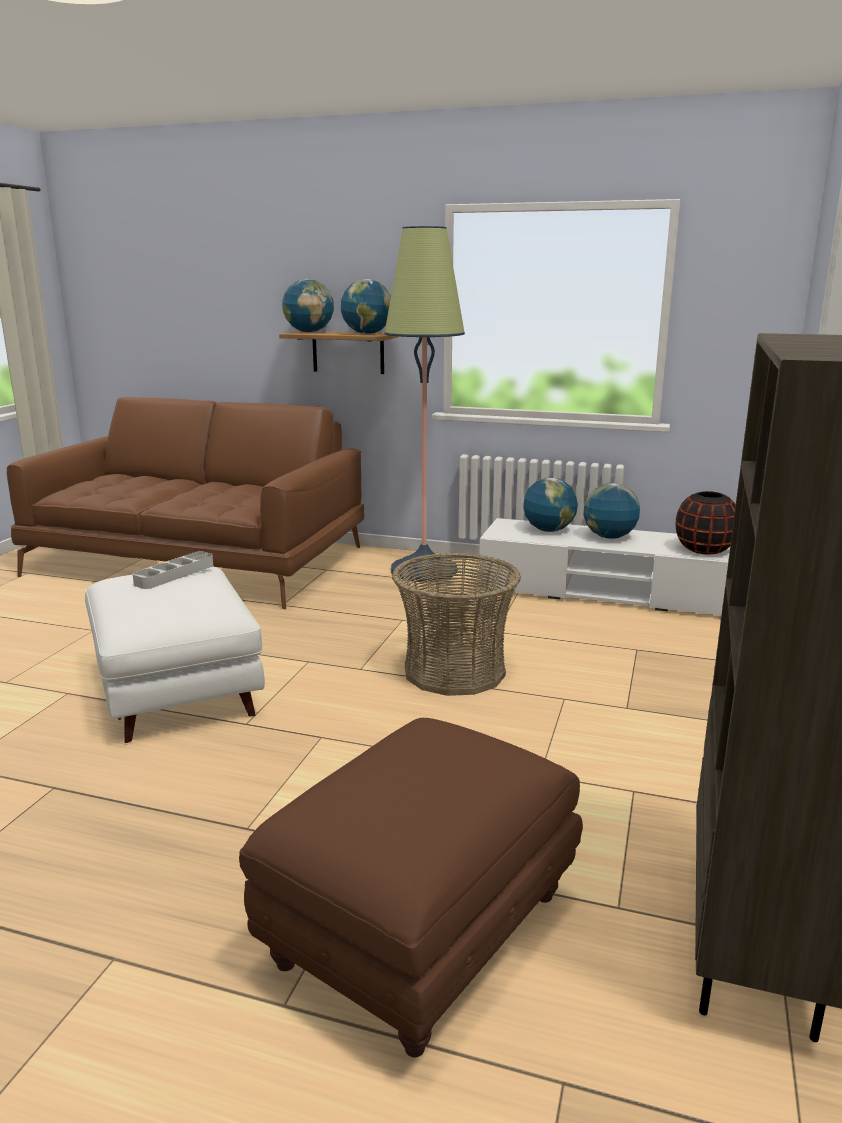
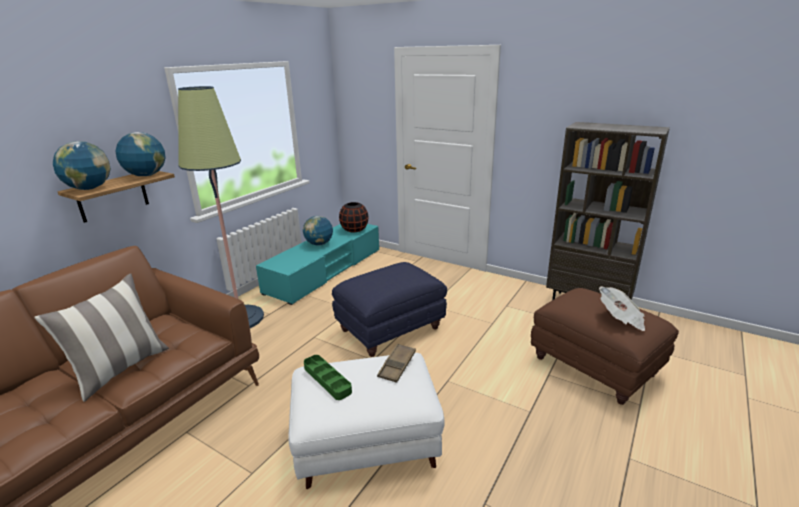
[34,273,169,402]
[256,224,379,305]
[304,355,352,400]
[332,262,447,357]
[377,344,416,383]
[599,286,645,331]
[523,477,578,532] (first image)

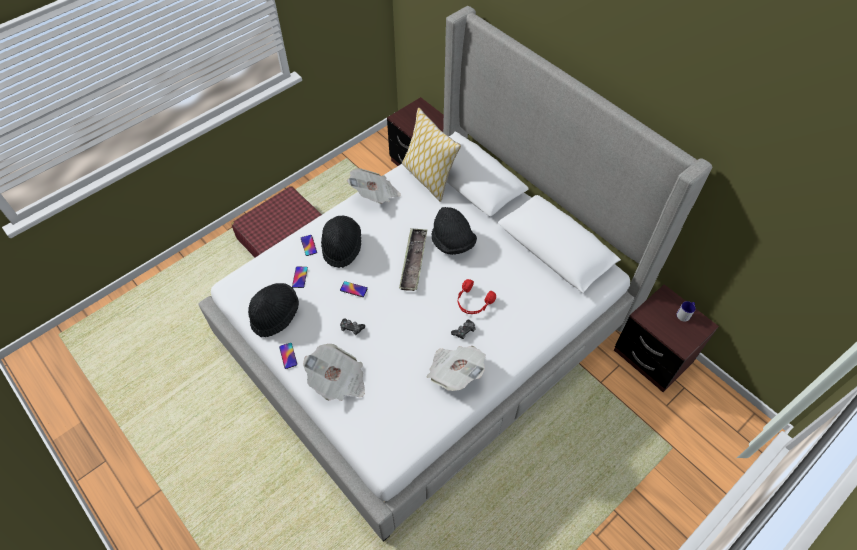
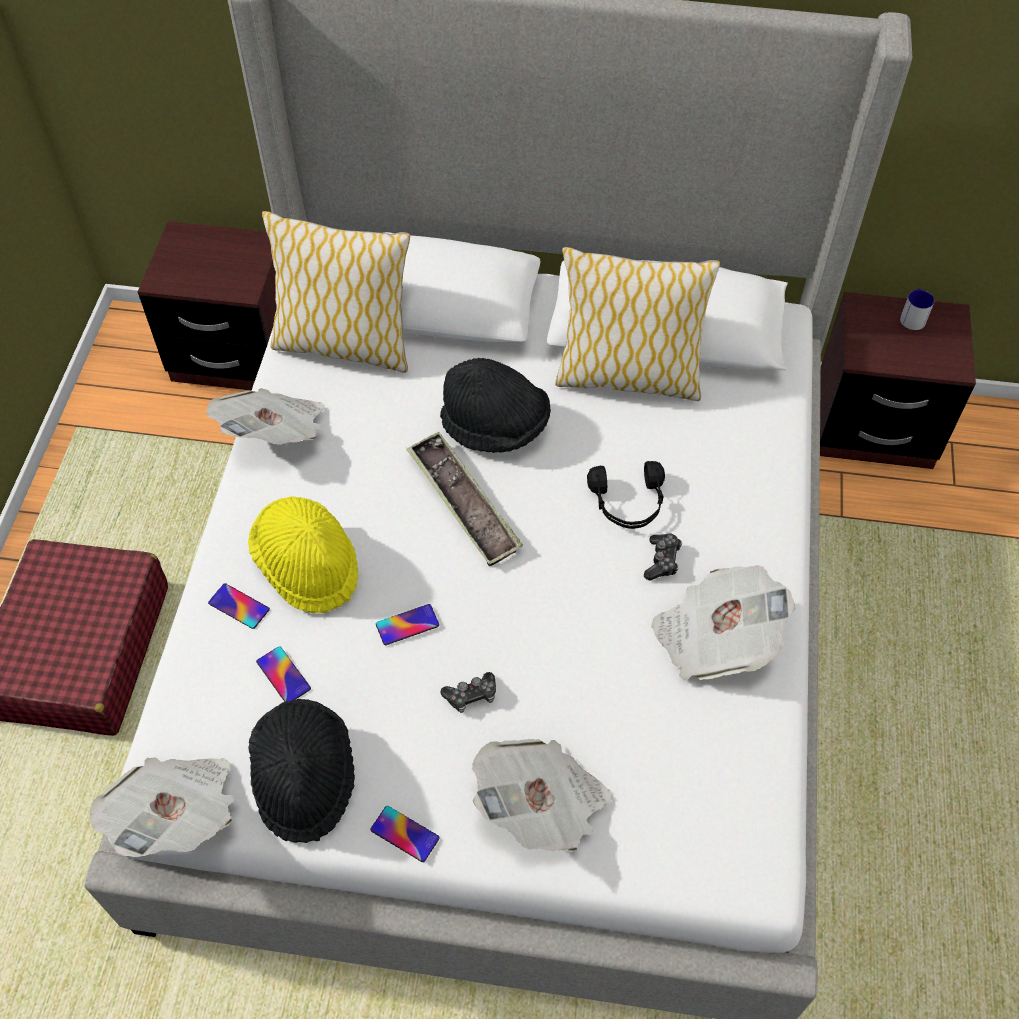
[90,758,235,857]
[248,497,358,613]
[555,247,720,401]
[587,461,665,529]

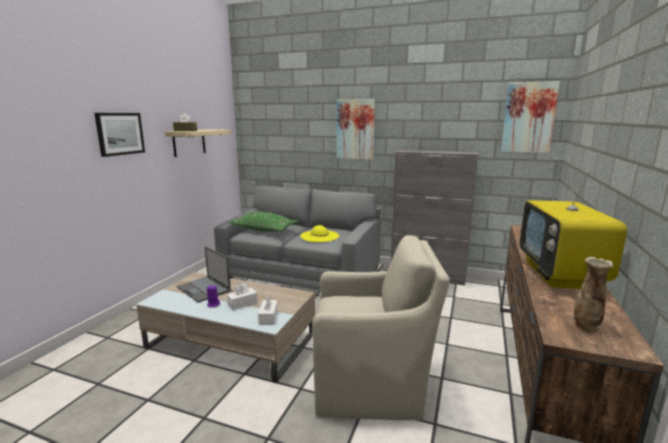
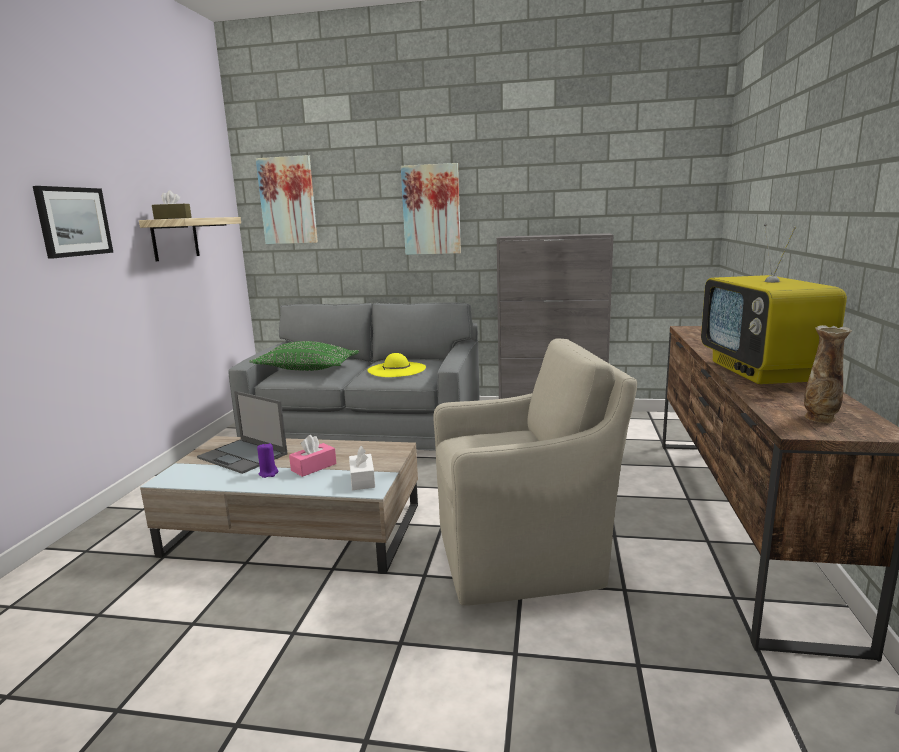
[256,155,318,244]
[289,435,336,477]

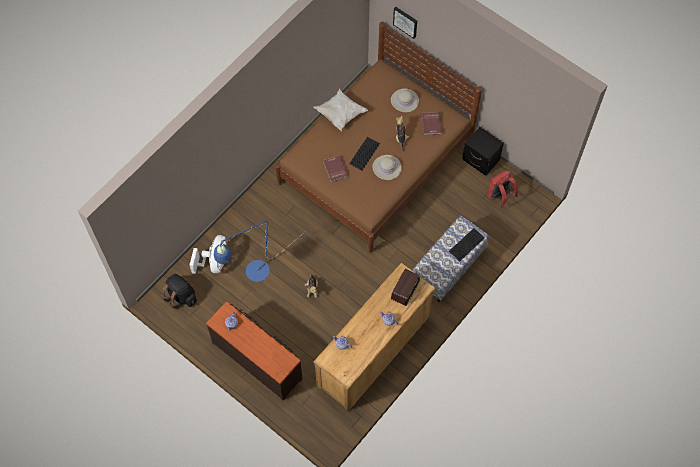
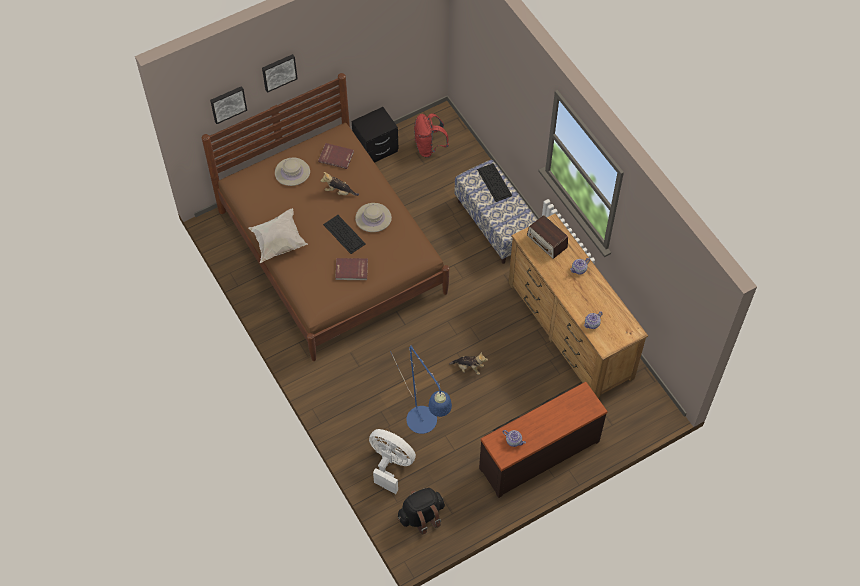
[262,54,298,93]

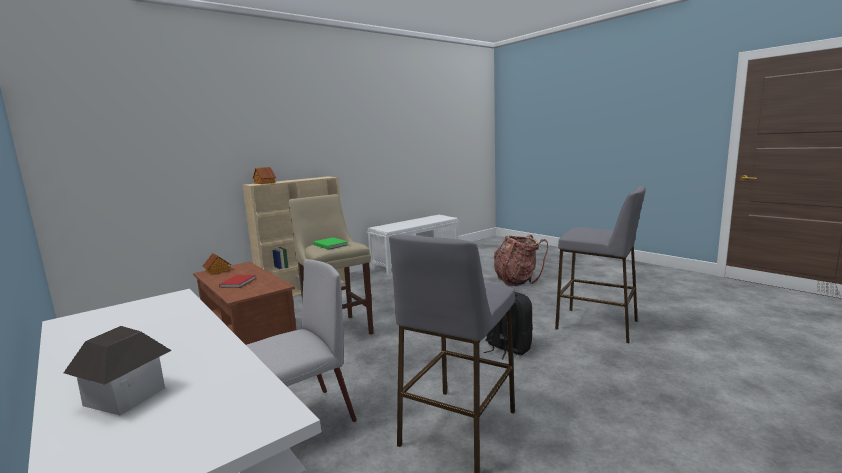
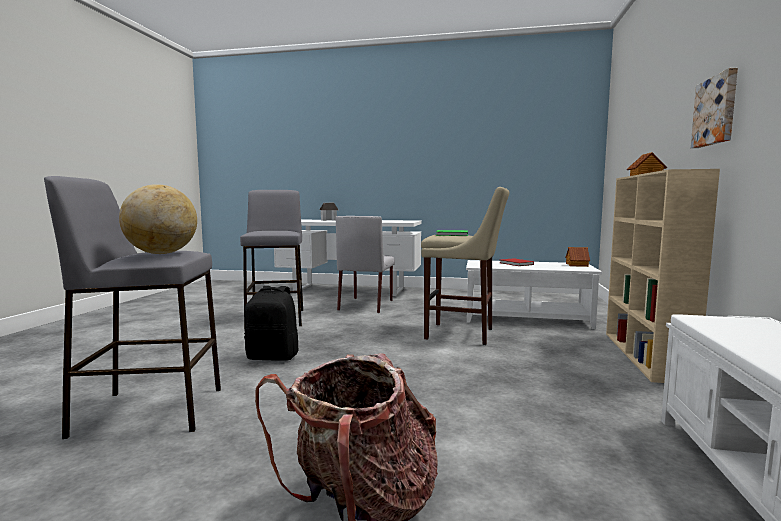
[119,184,197,254]
[466,260,602,329]
[691,68,738,148]

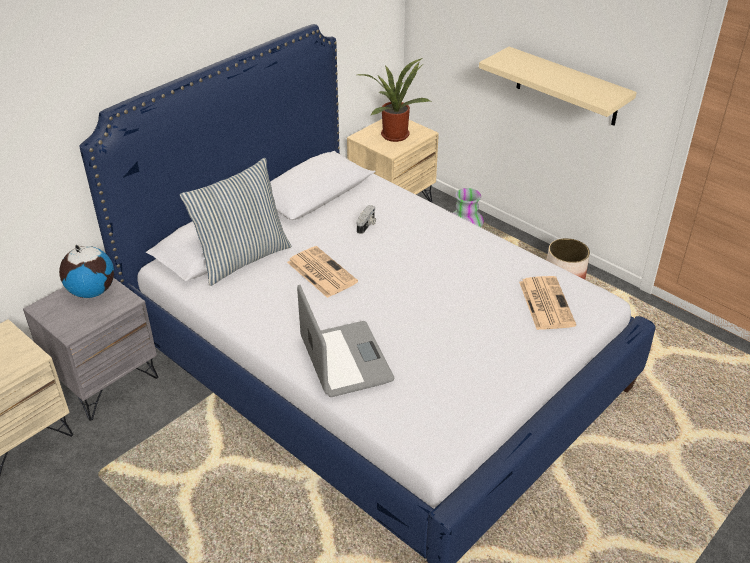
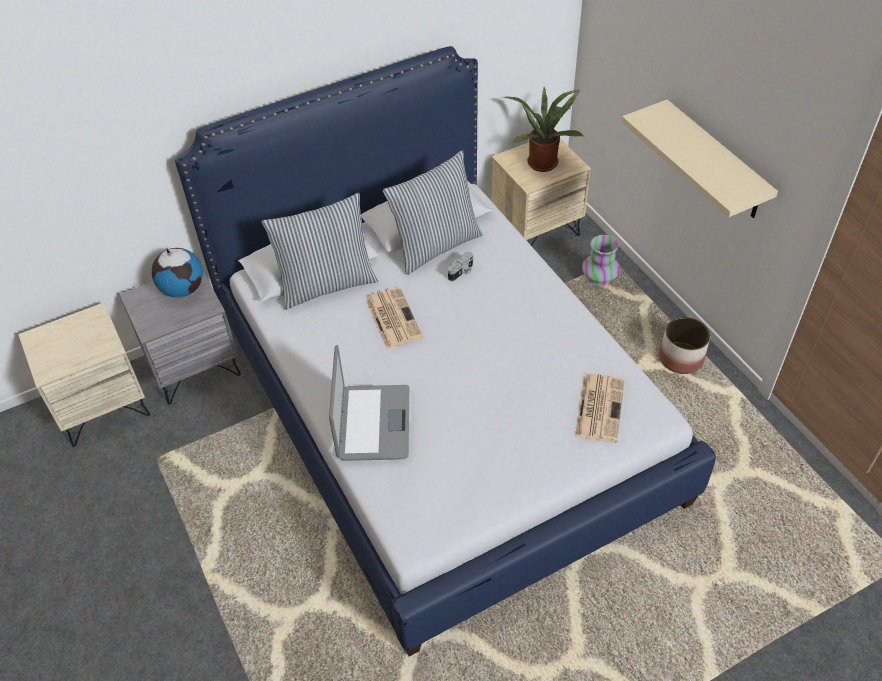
[383,151,483,275]

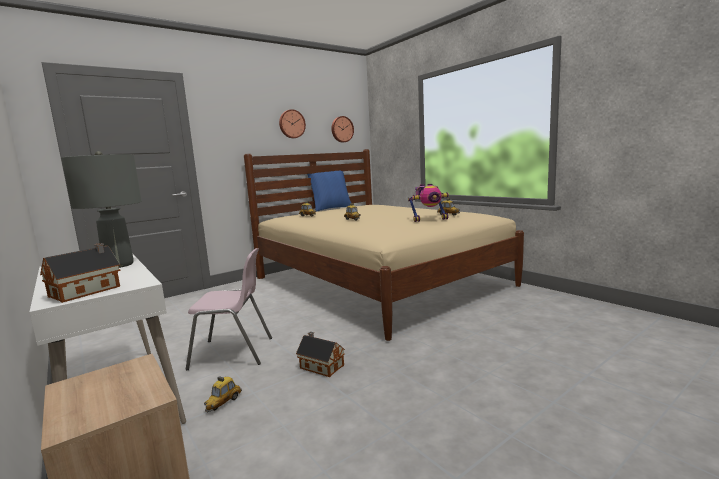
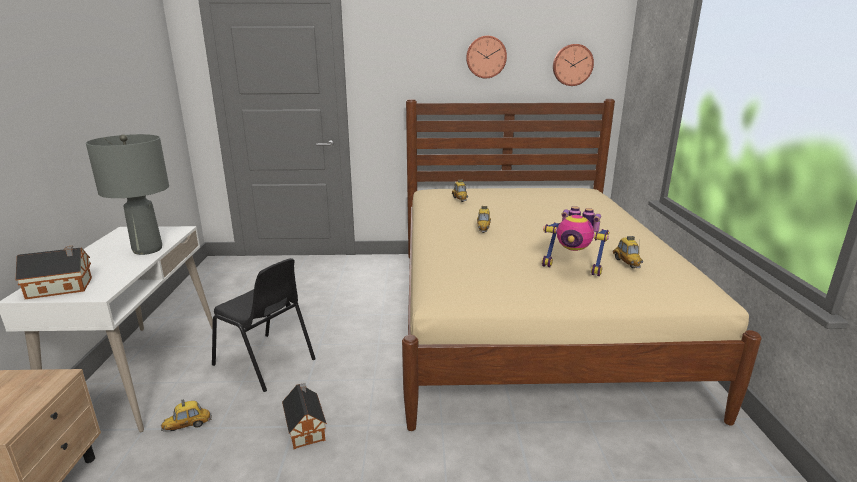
[212,258,316,392]
[307,171,351,211] (first image)

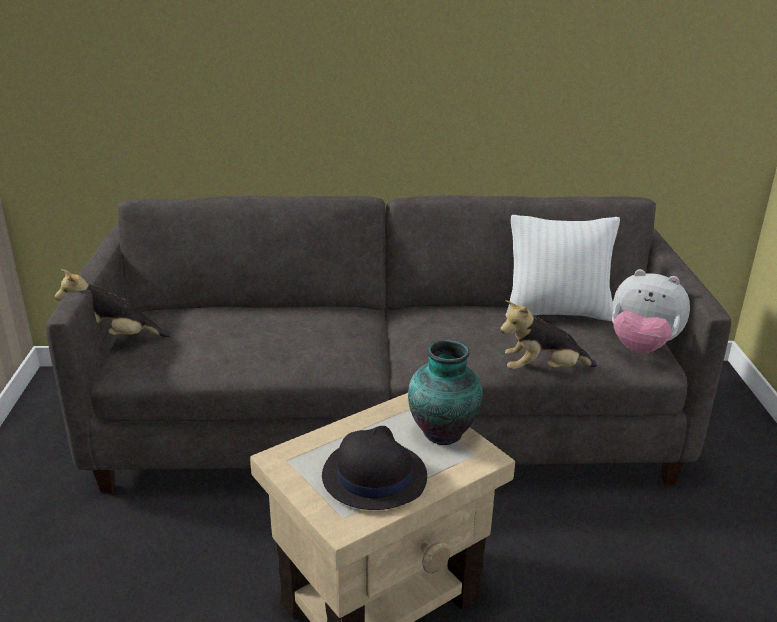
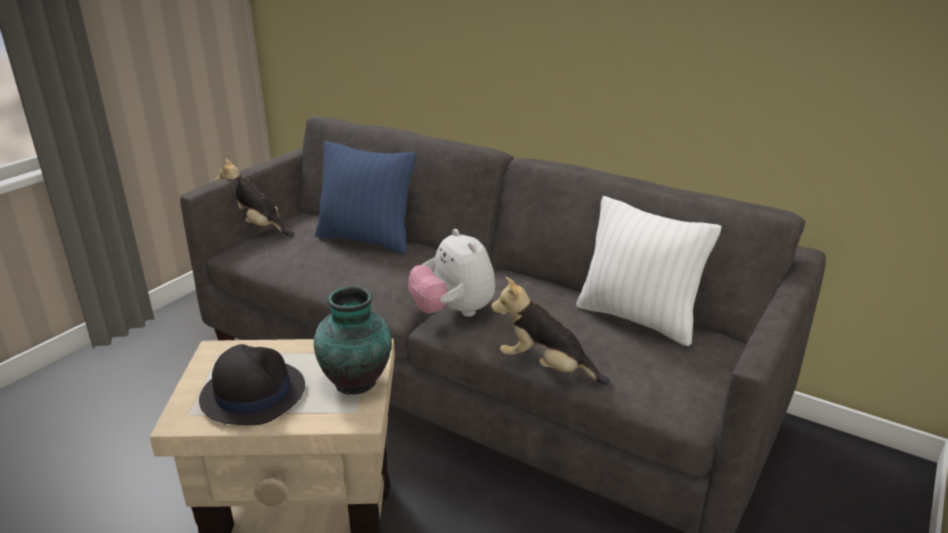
[315,141,416,254]
[408,229,495,317]

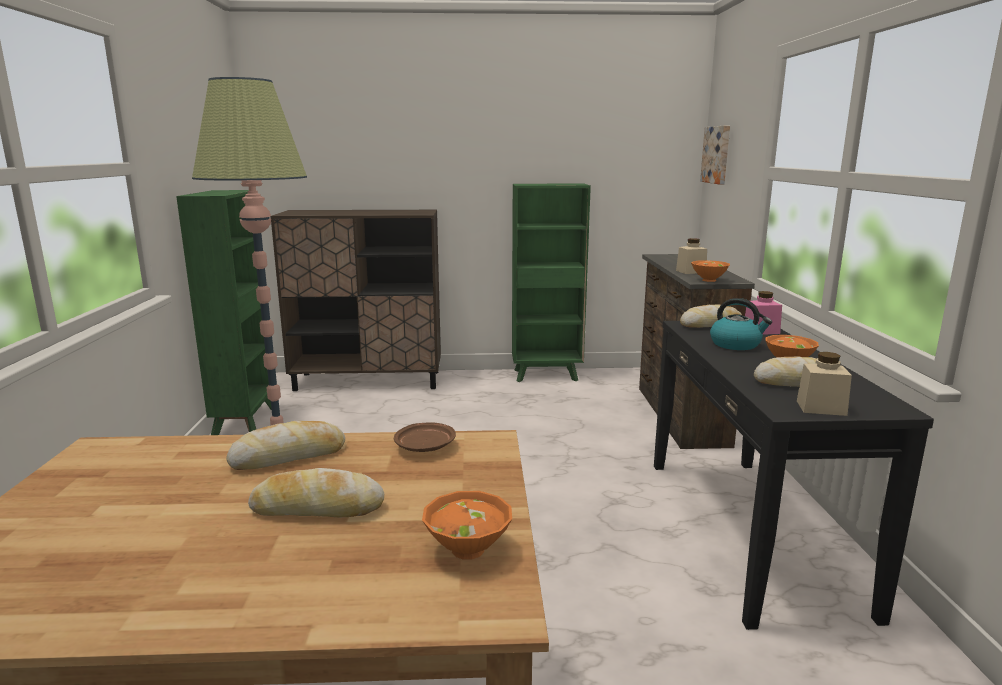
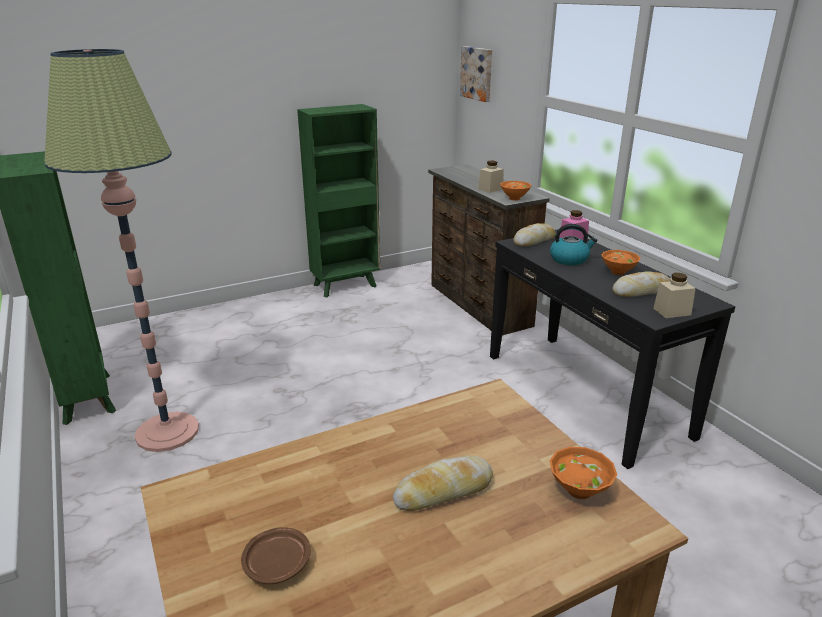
[241,527,311,584]
[226,421,345,470] (first image)
[270,210,441,391] (first image)

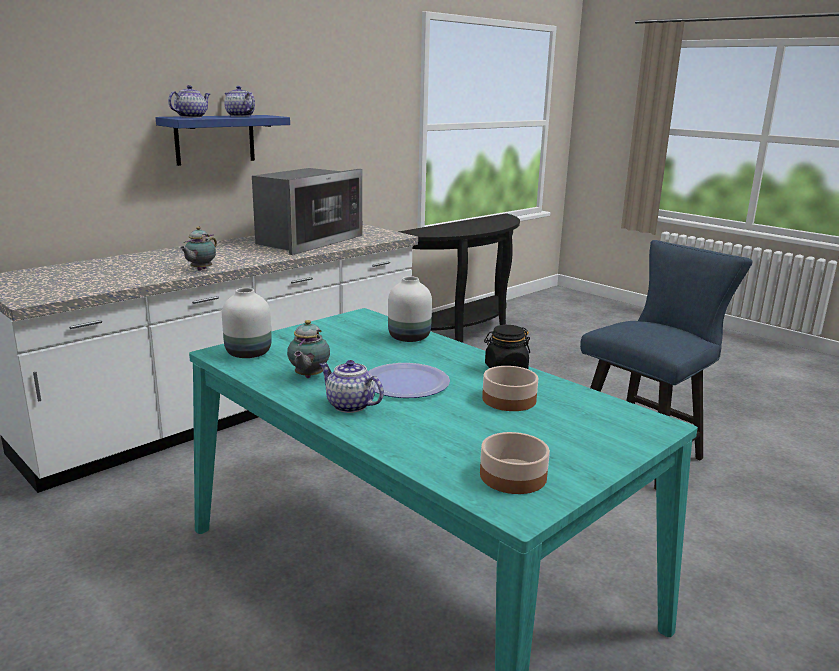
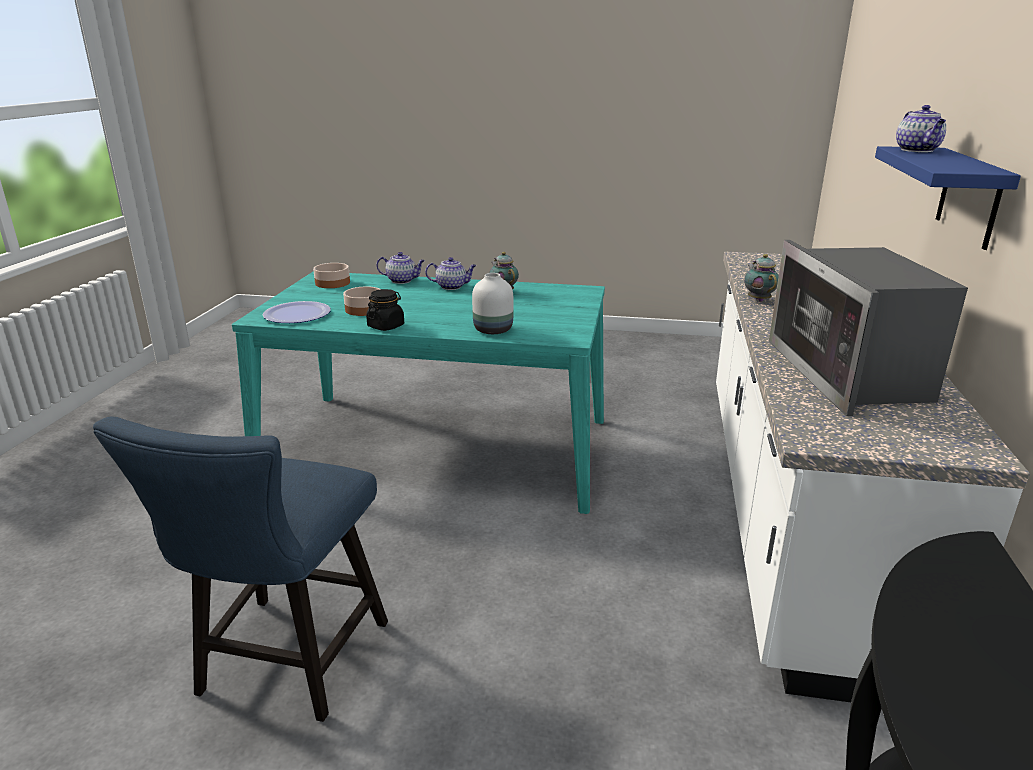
[263,301,331,323]
[376,252,425,284]
[222,288,272,358] (first image)

